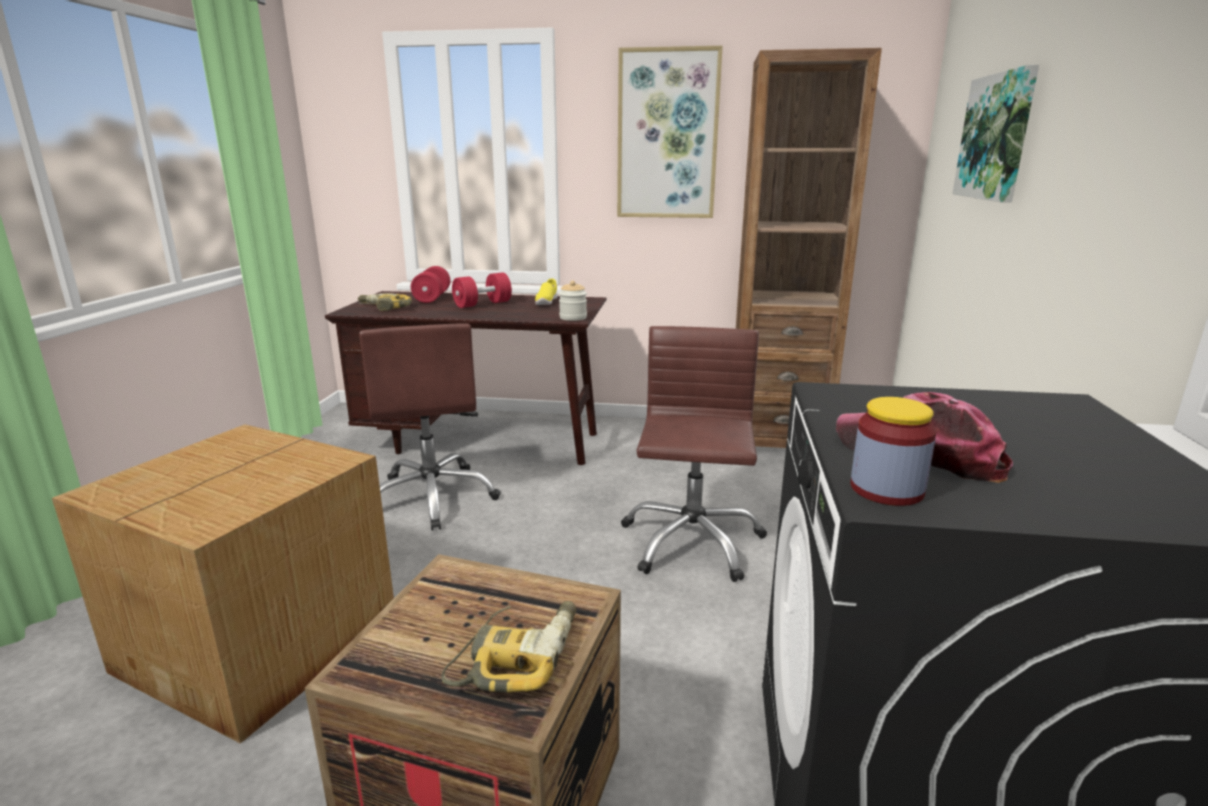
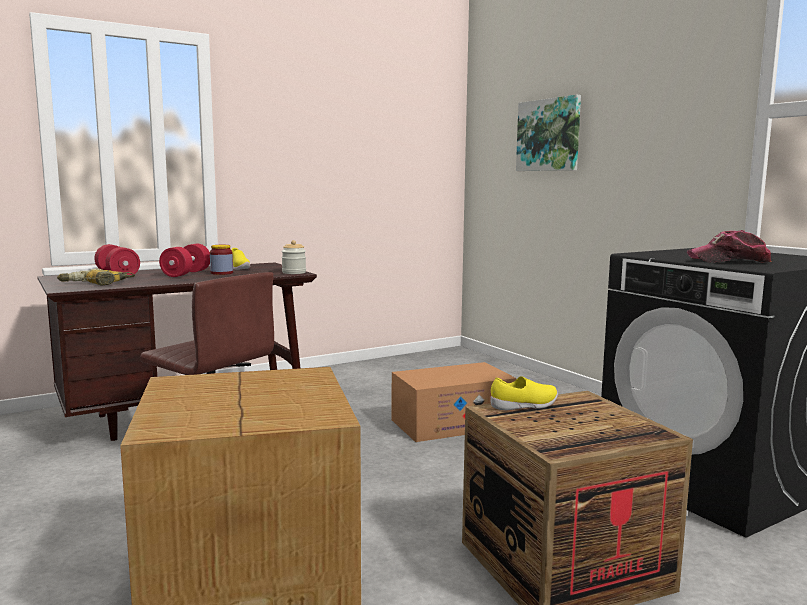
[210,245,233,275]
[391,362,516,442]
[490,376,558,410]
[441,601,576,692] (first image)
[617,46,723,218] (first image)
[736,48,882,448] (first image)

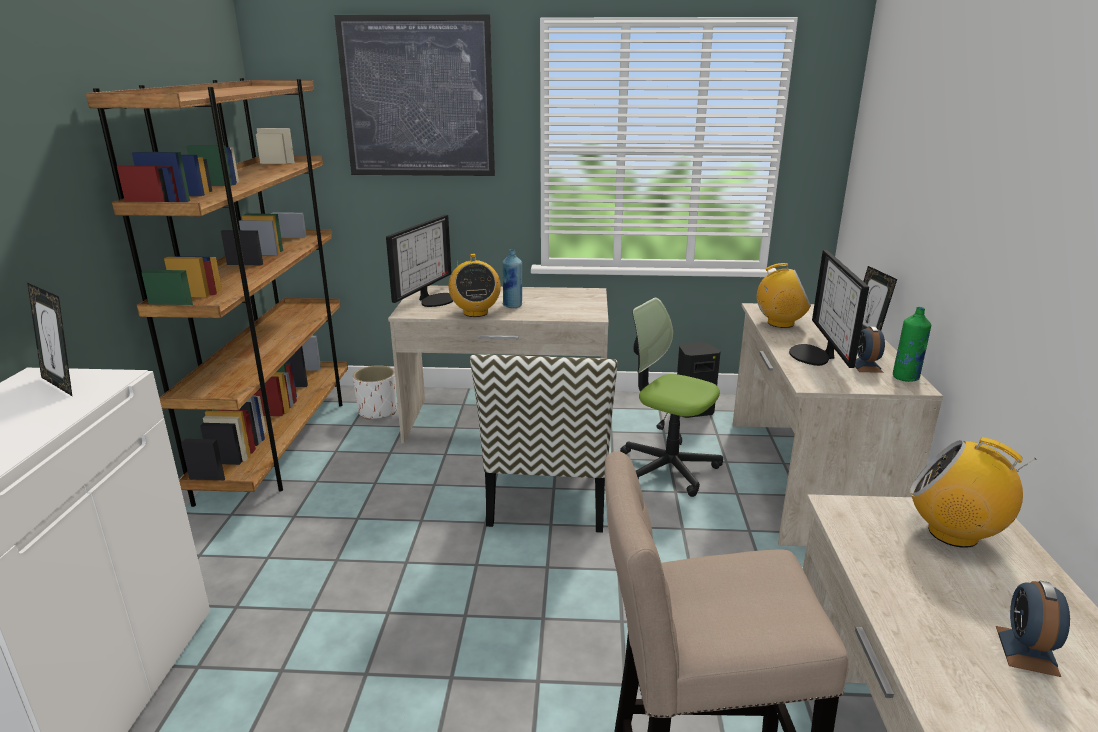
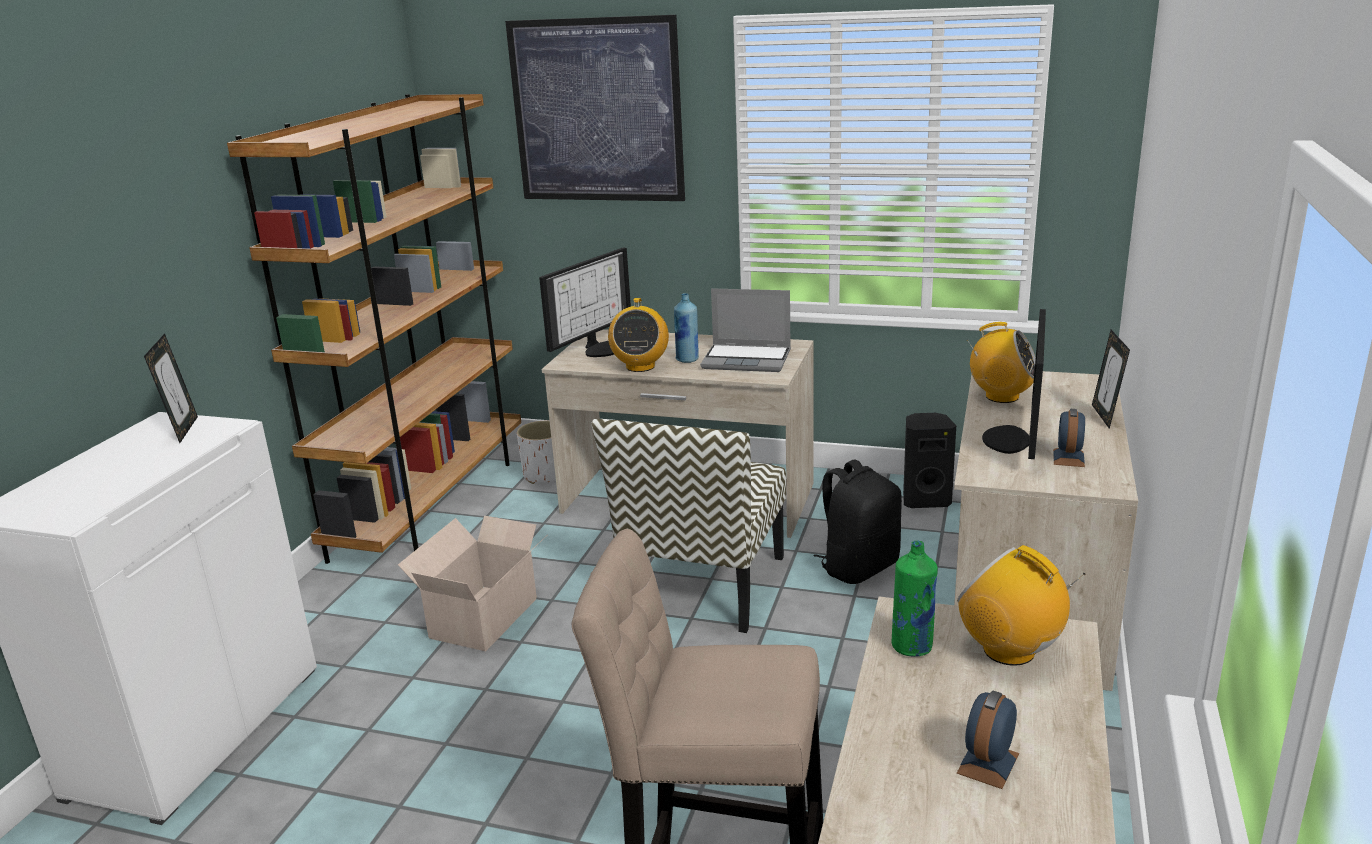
[144,333,198,443]
[398,516,547,651]
[700,288,791,372]
[814,459,902,584]
[892,540,938,657]

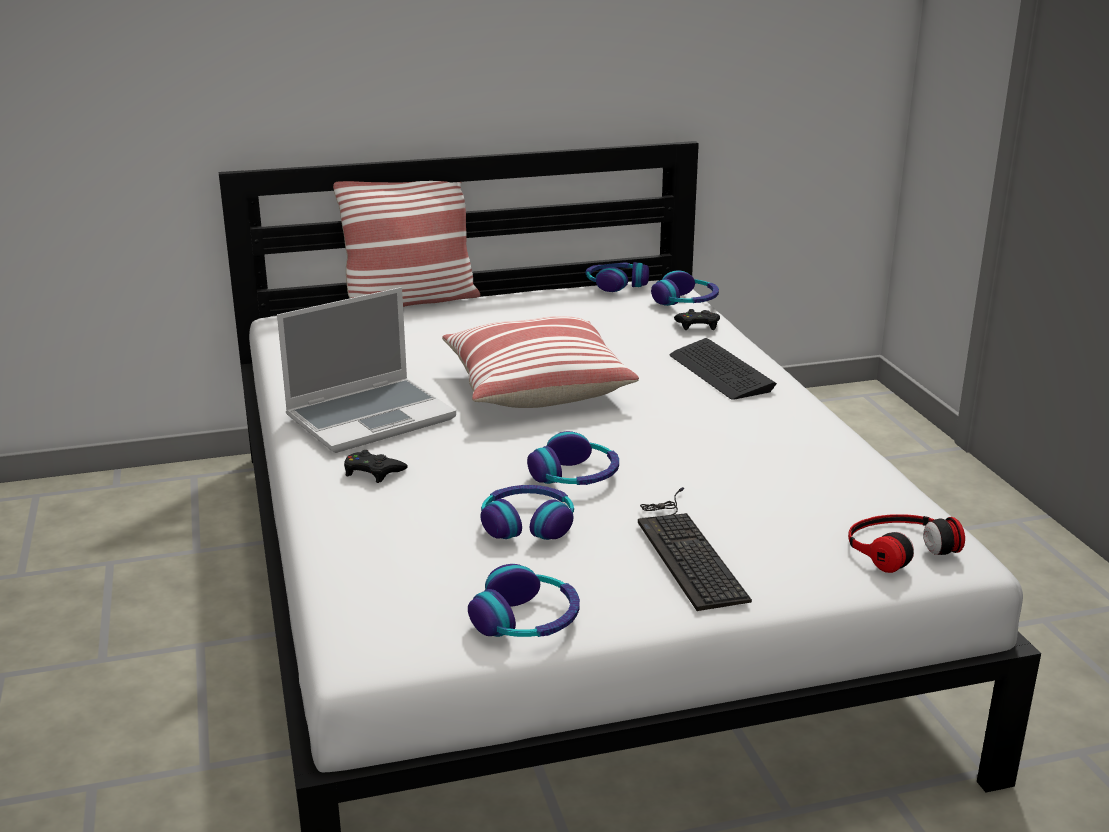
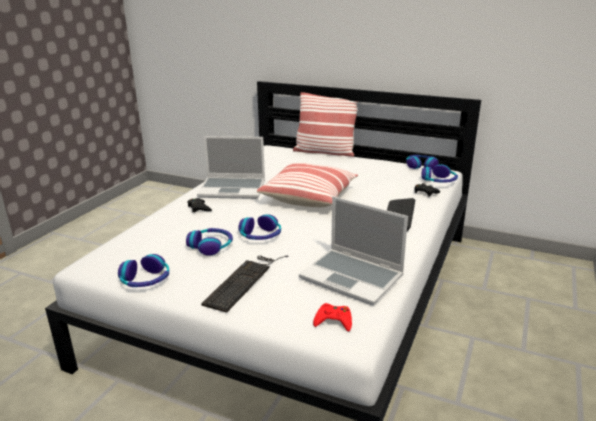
[299,196,408,305]
[313,303,352,332]

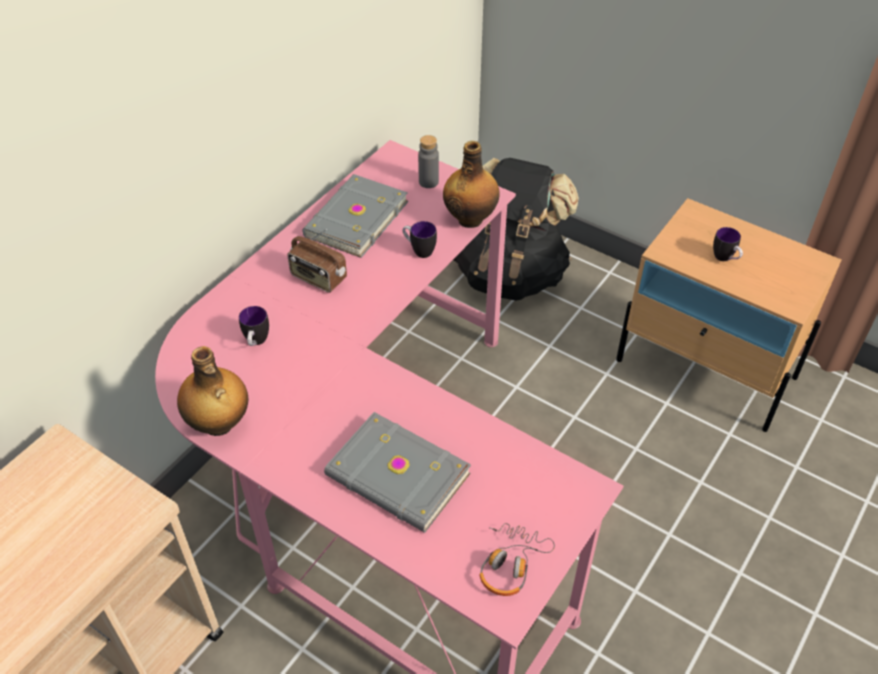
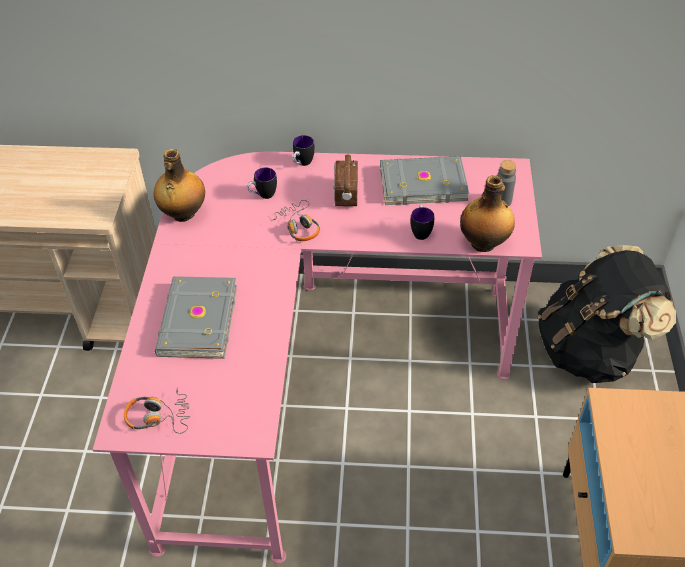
[271,200,320,241]
[292,135,315,166]

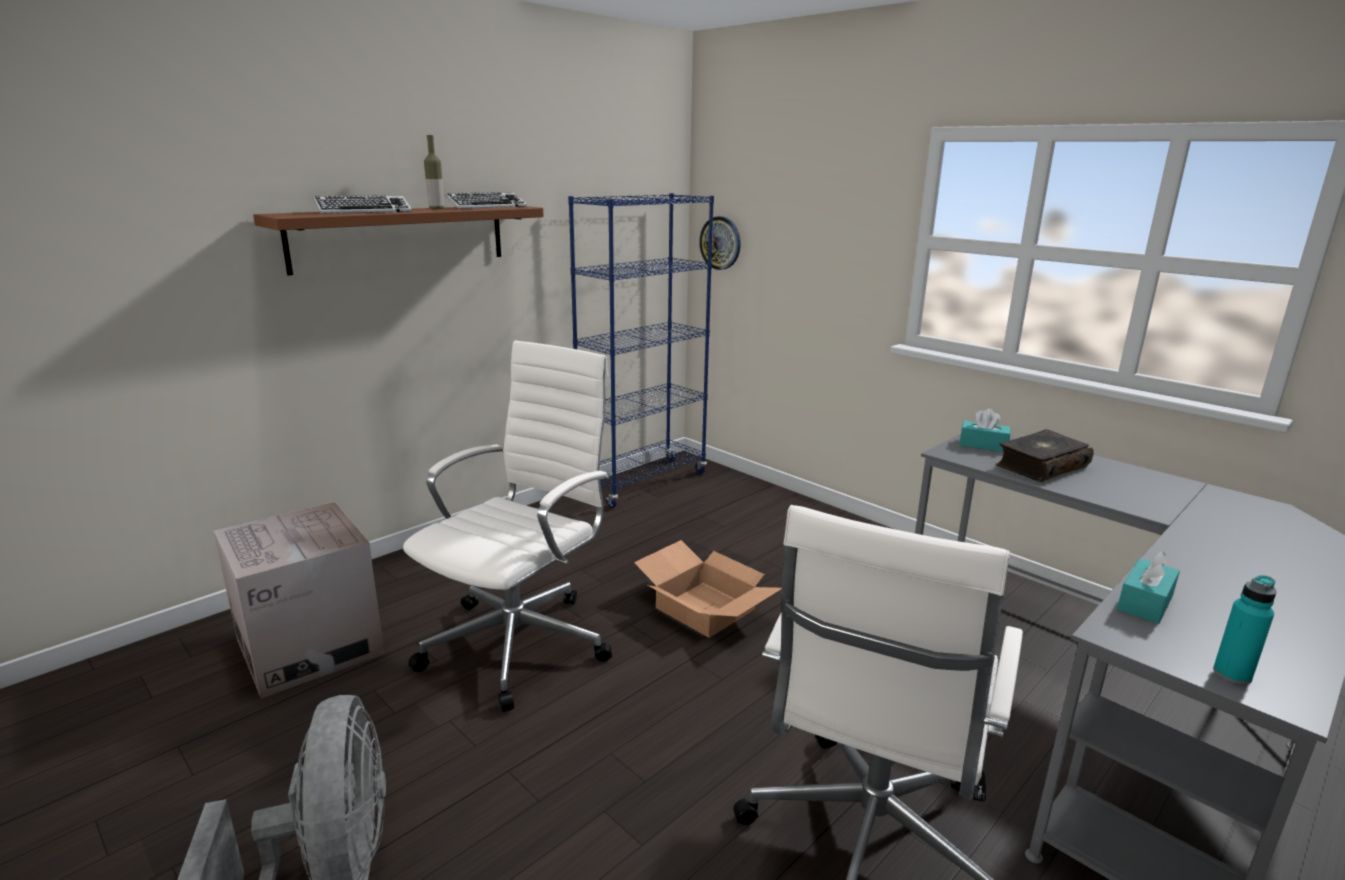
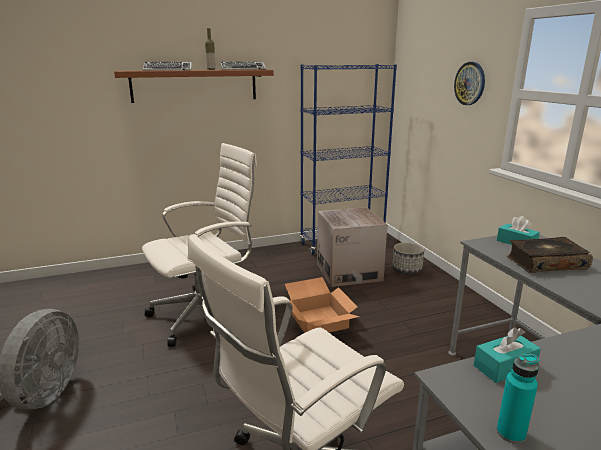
[317,207,387,287]
[392,242,424,275]
[454,62,485,105]

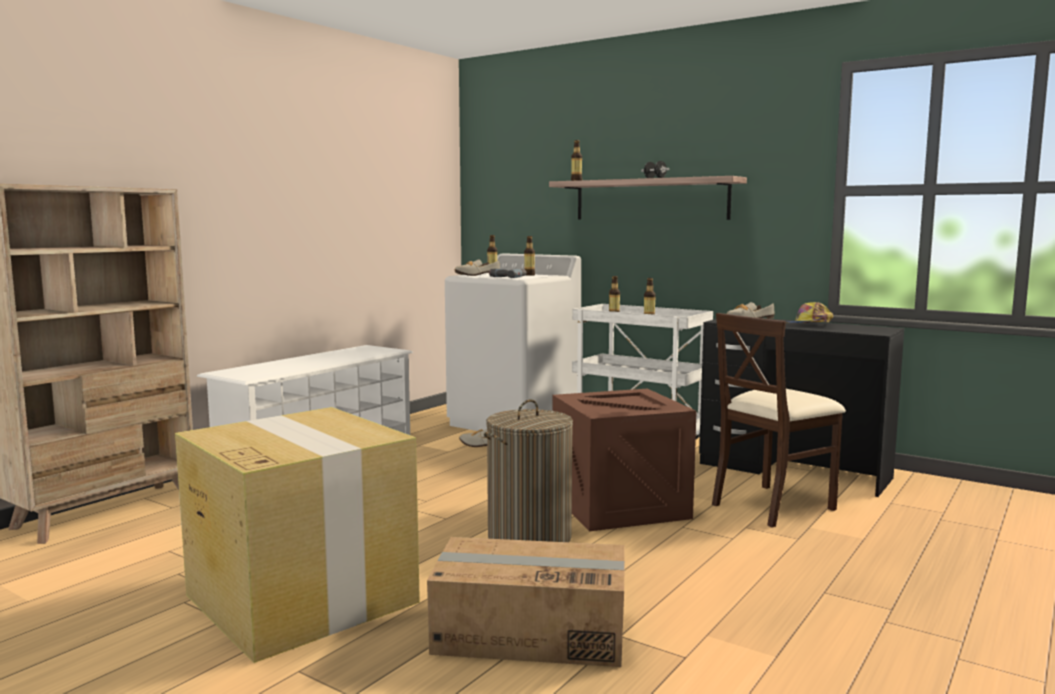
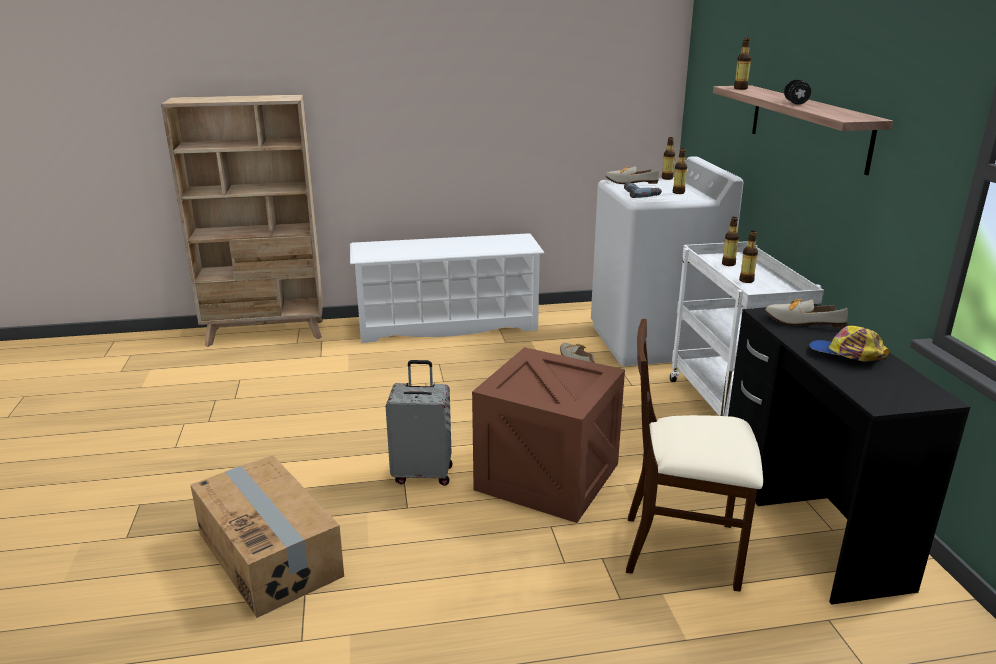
[386,360,453,486]
[175,407,420,663] (first image)

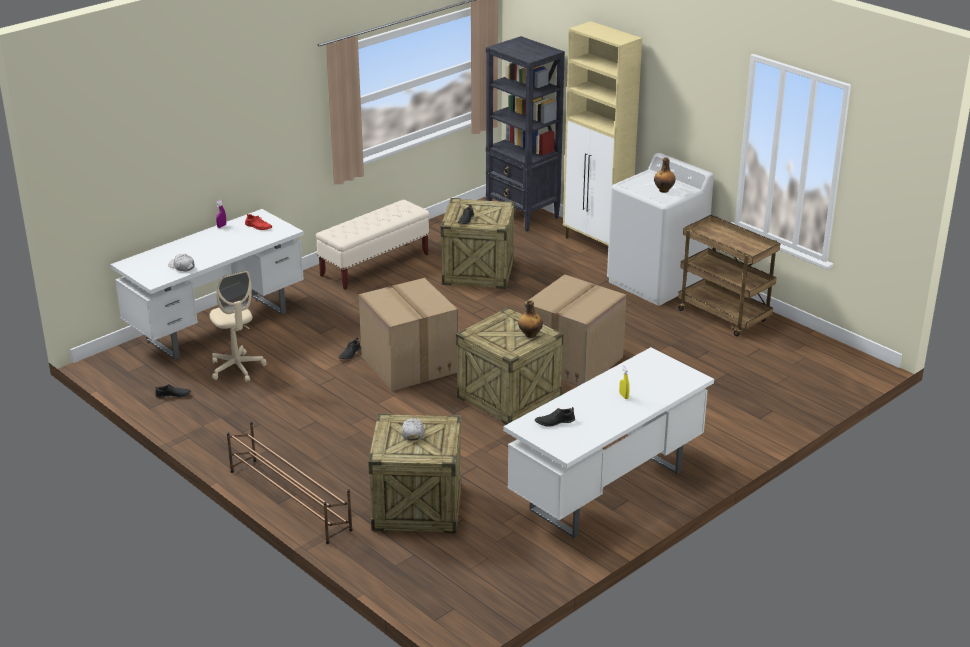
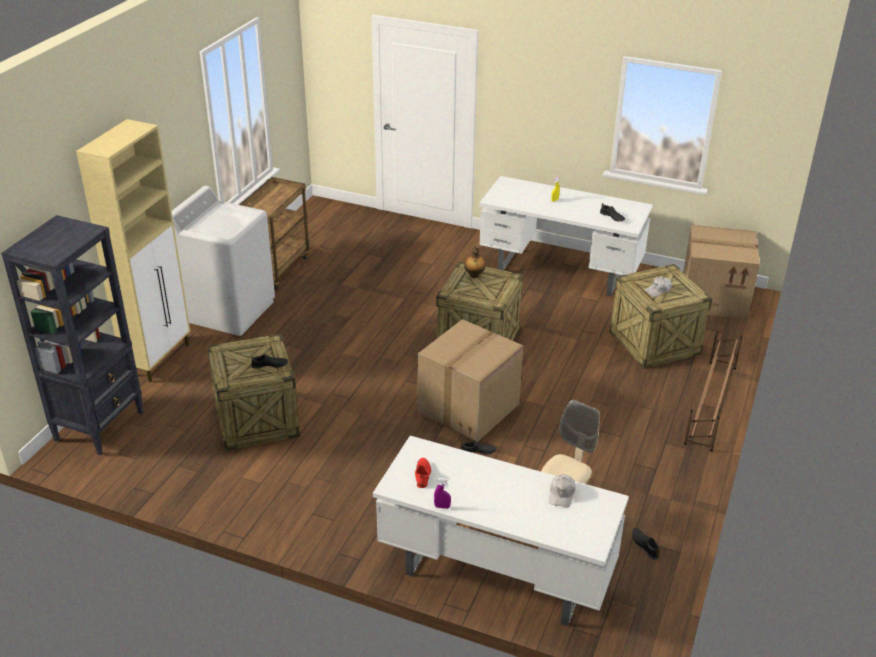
[683,225,760,319]
[316,200,429,290] (first image)
[654,158,676,193] (first image)

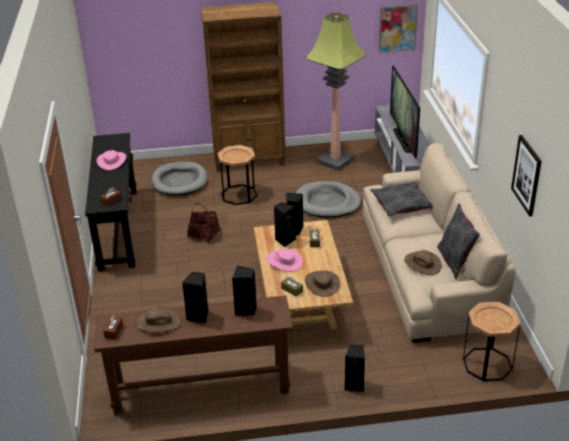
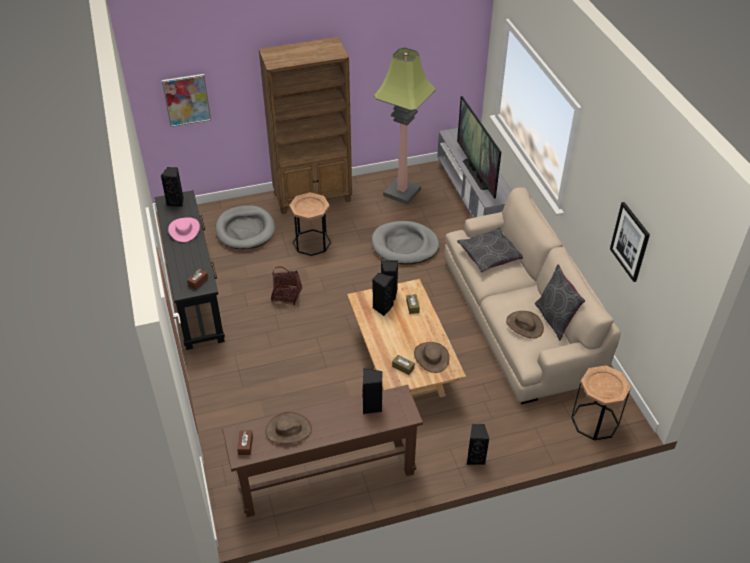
[161,167,184,207]
[162,74,211,127]
[266,249,303,271] (first image)

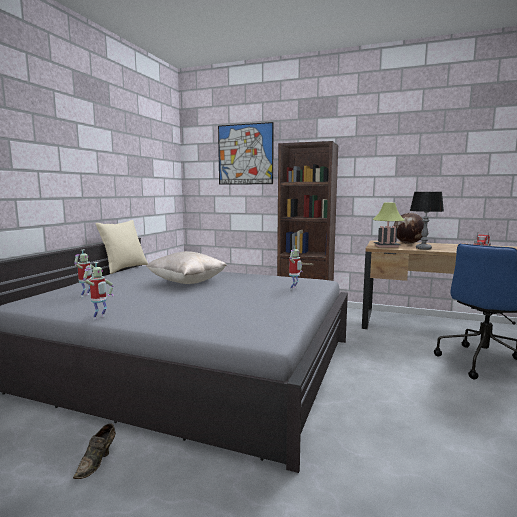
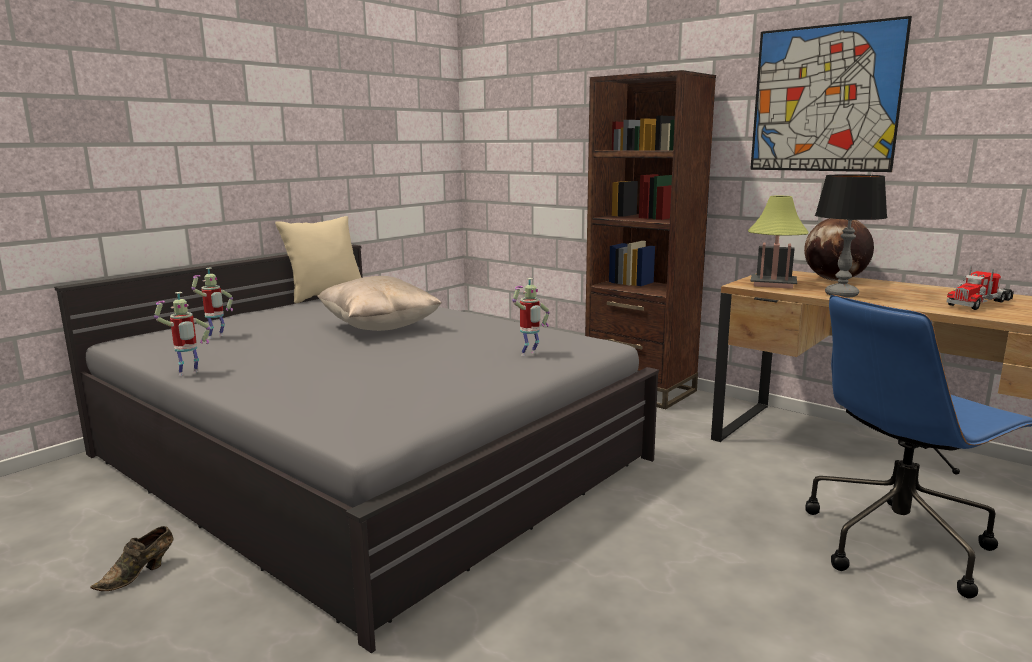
[750,16,912,172]

